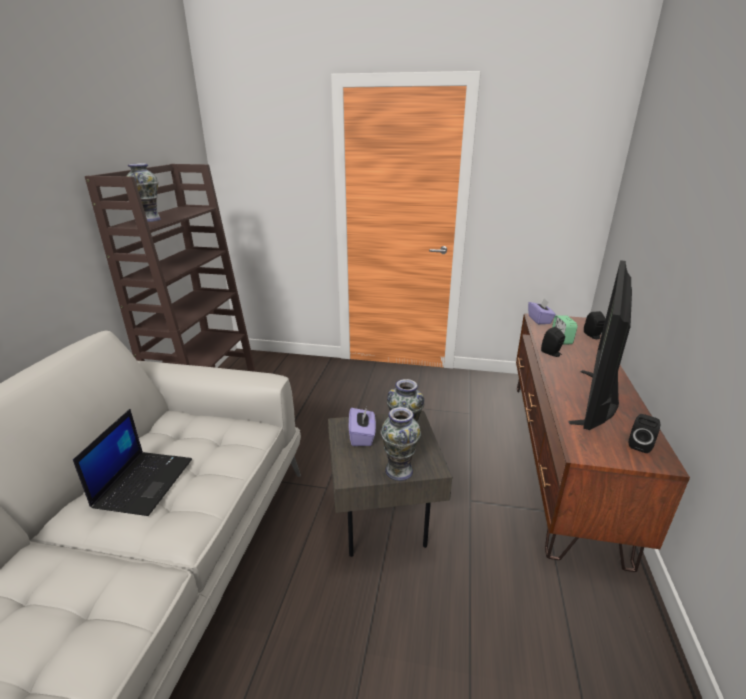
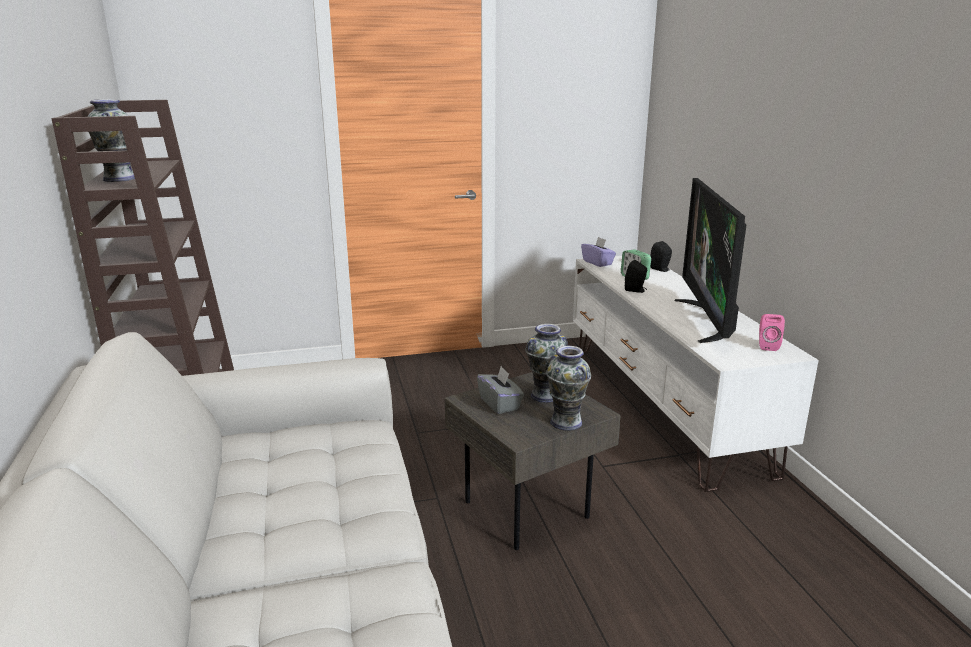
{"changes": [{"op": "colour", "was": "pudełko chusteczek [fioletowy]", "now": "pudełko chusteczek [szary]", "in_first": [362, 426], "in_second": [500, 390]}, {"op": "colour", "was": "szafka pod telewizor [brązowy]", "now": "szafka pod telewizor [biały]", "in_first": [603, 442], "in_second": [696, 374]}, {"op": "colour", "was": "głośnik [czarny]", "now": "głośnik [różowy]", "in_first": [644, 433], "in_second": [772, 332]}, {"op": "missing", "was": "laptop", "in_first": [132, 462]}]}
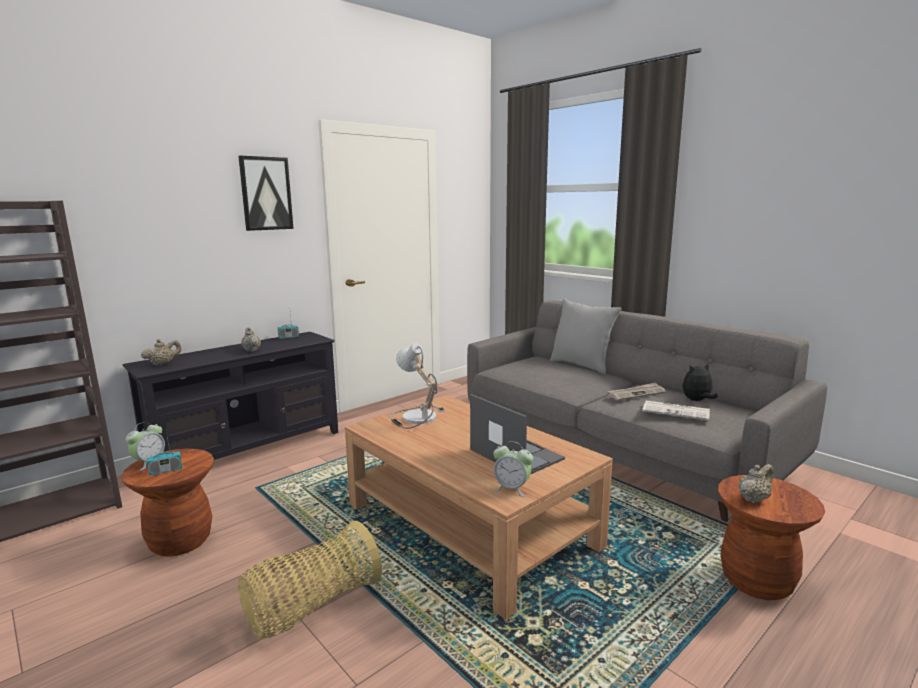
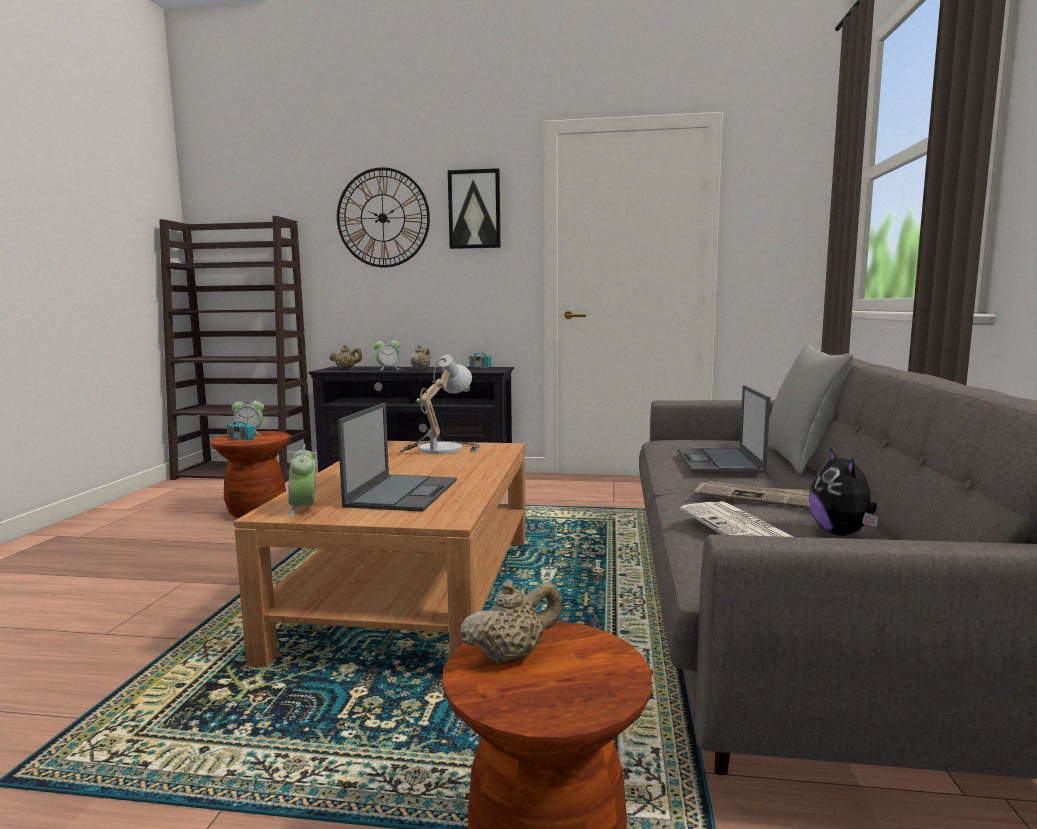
{"changes": [{"op": "appeared", "now": "zegar ścienny", "in_second": [383, 217]}, {"op": "appeared", "now": "budzik", "in_second": [387, 353]}, {"op": "spun", "was": "imbryk [beżowy]", "in_first": [756, 483], "in_second": [511, 622], "clockwise": -45}, {"op": "appeared", "now": "laptop", "in_second": [723, 429]}, {"op": "spun", "was": "pluszak", "in_first": [700, 382], "in_second": [844, 492], "clockwise": -120}, {"op": "missing", "was": "koszyk", "in_first": [310, 580]}]}
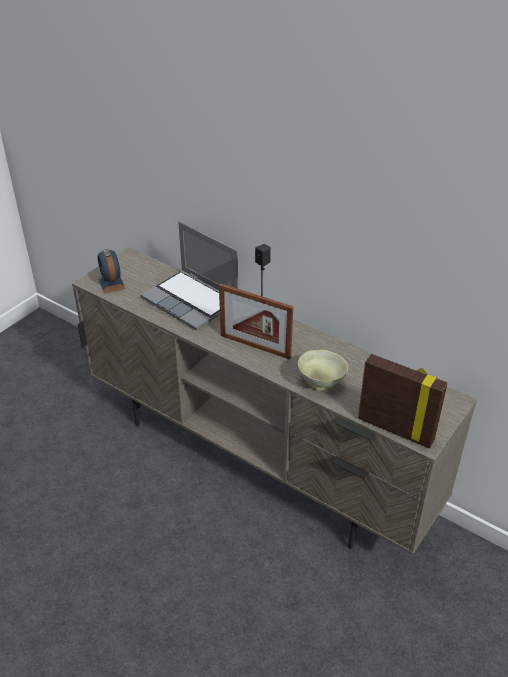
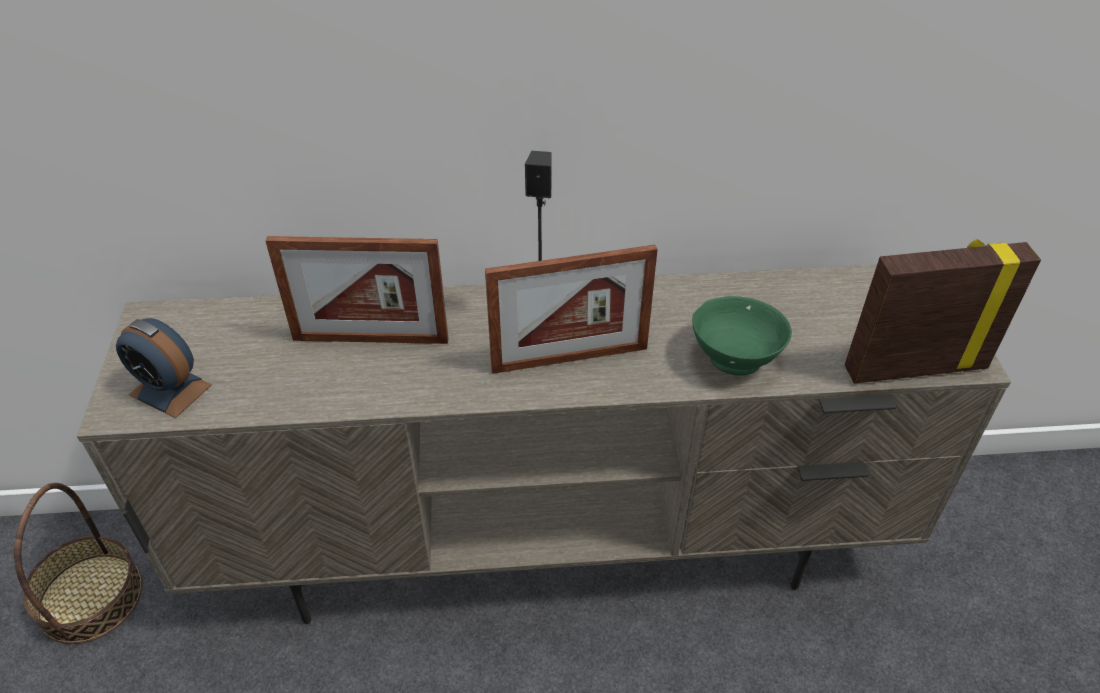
{"changes": [{"op": "appeared", "now": "koszyk", "in_second": [78, 563]}, {"op": "exchanged", "was": "laptop", "now": "ramka na zdjęcie", "in_first": [189, 276], "in_second": [357, 290]}, {"op": "colour", "was": "miska [beżowy]", "now": "miska [zielony]", "in_first": [323, 370], "in_second": [742, 336]}]}
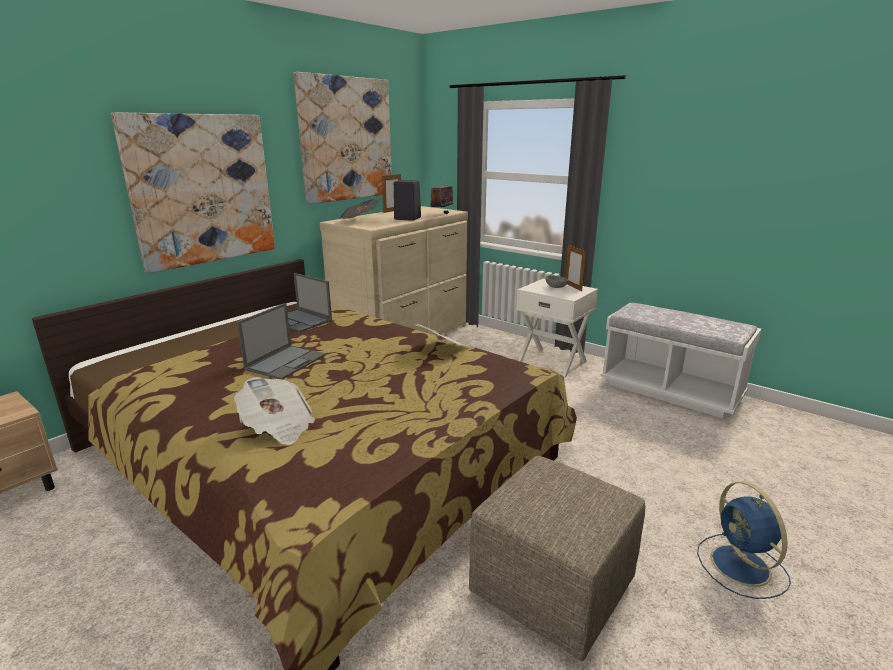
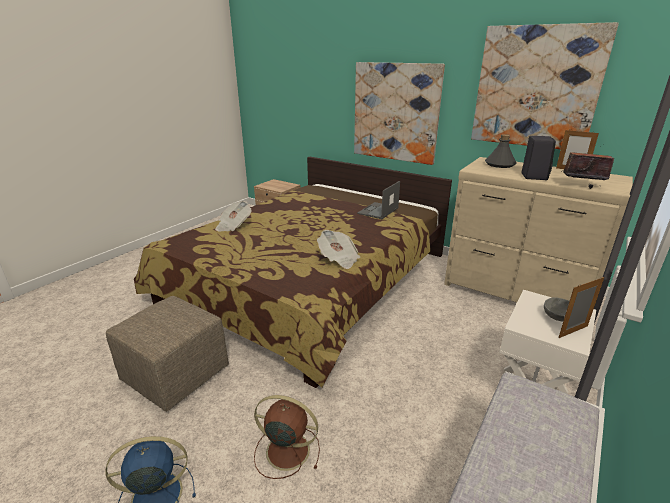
{"changes": [{"op": "appeared", "now": "wentylator [brązowy]", "in_second": [287, 437]}, {"op": "exchanged", "was": "gazeta", "now": "butelka [szary]", "in_first": [359, 209], "in_second": [501, 151]}, {"op": "missing", "was": "laptop", "in_first": [281, 341]}]}
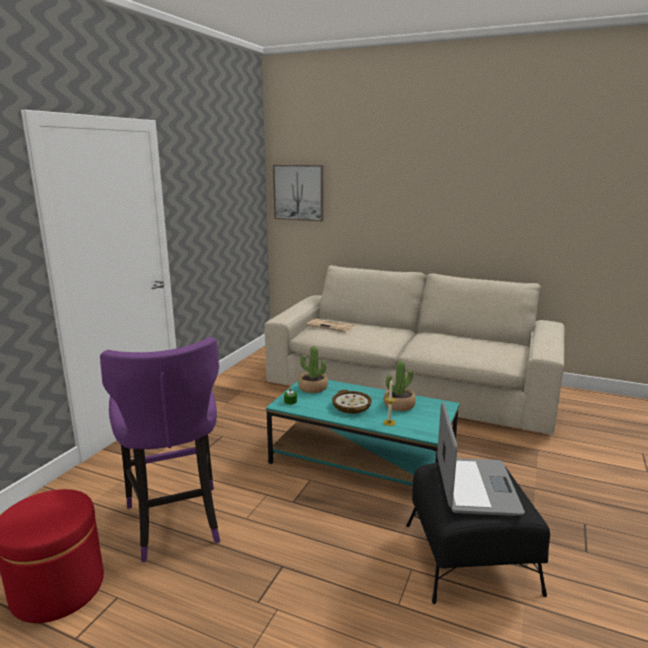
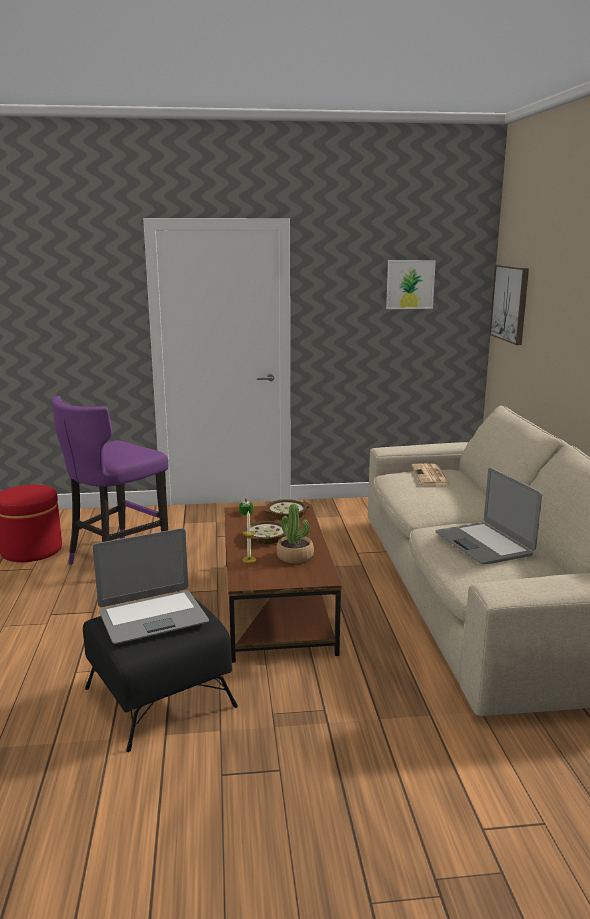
{"changes": [{"op": "colour", "was": "ława [turkusowy]", "now": "ława [brązowy]", "in_first": [363, 433], "in_second": [283, 583]}, {"op": "exchanged", "was": "roślina doniczkowa", "now": "miska", "in_first": [313, 369], "in_second": [286, 509]}, {"op": "appeared", "now": "obraz", "in_second": [411, 284]}, {"op": "appeared", "now": "laptop", "in_second": [488, 516]}]}
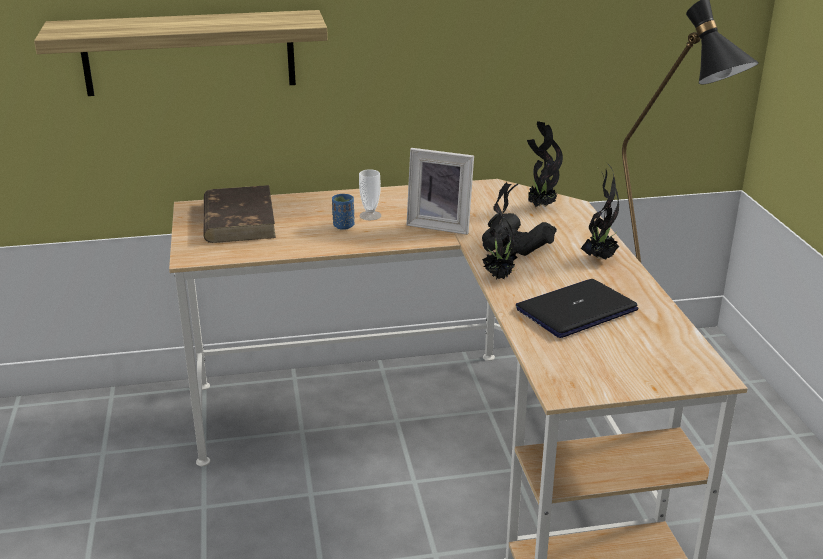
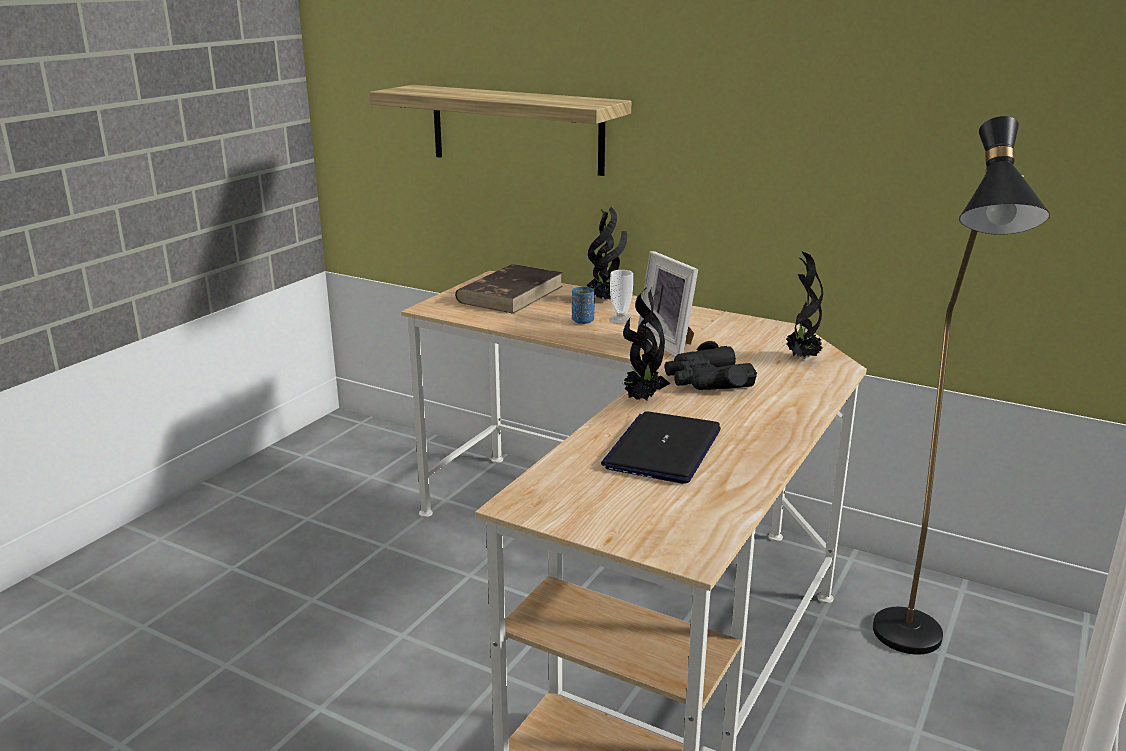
{"changes": [{"op": "relocated", "was": "roślina doniczkowa", "in_first": [600, 210], "in_second": [607, 254]}, {"op": "spun", "was": "laptop", "in_first": [577, 308], "in_second": [661, 447], "clockwise": -75}]}
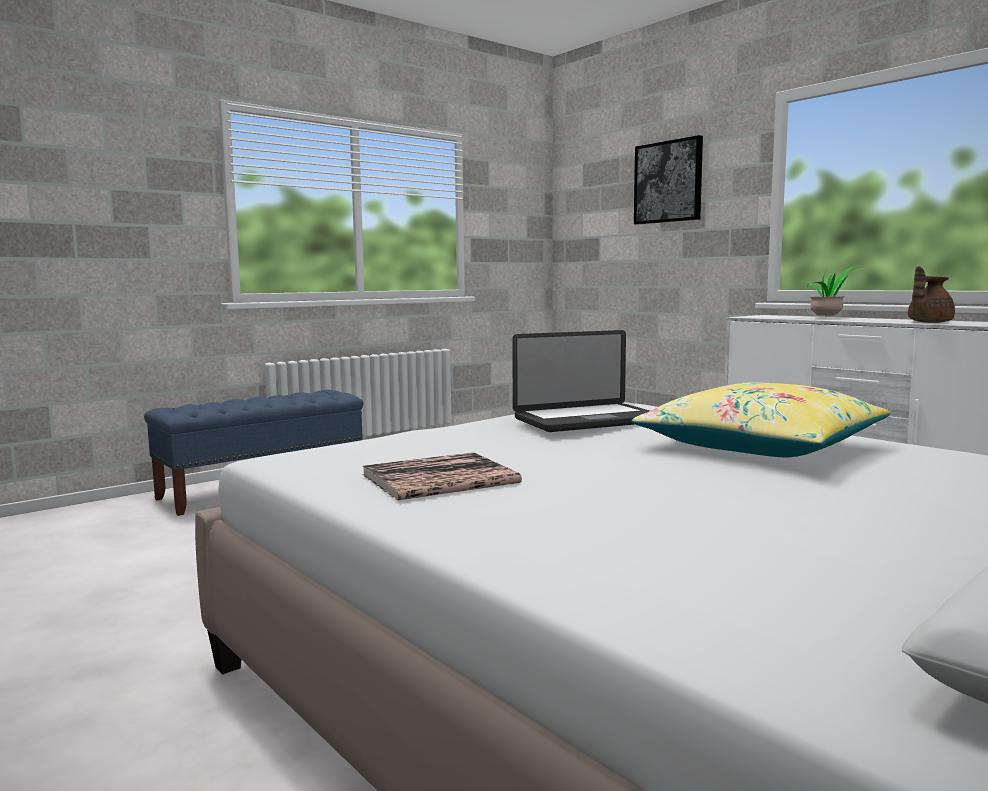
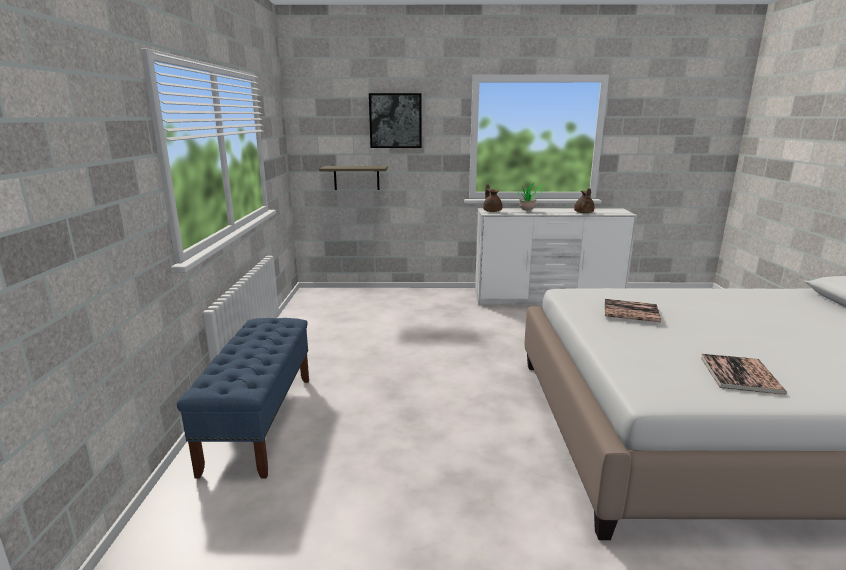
{"changes": [{"op": "appeared", "now": "półka", "in_second": [353, 178]}, {"op": "appeared", "now": "imbryk [brązowy]", "in_second": [492, 198]}, {"op": "exchanged", "was": "laptop", "now": "książka", "in_first": [581, 381], "in_second": [632, 310]}, {"op": "missing", "was": "poduszka [żółty]", "in_first": [761, 419]}]}
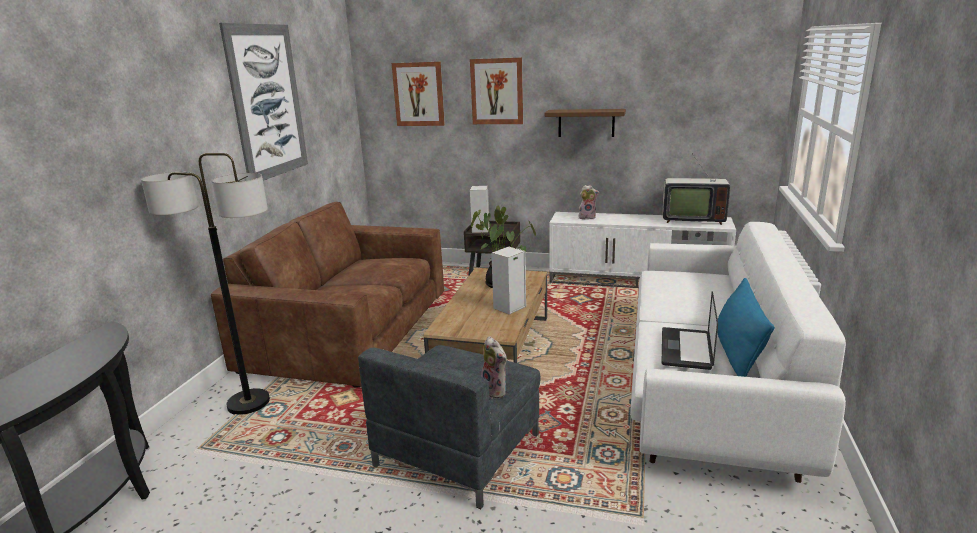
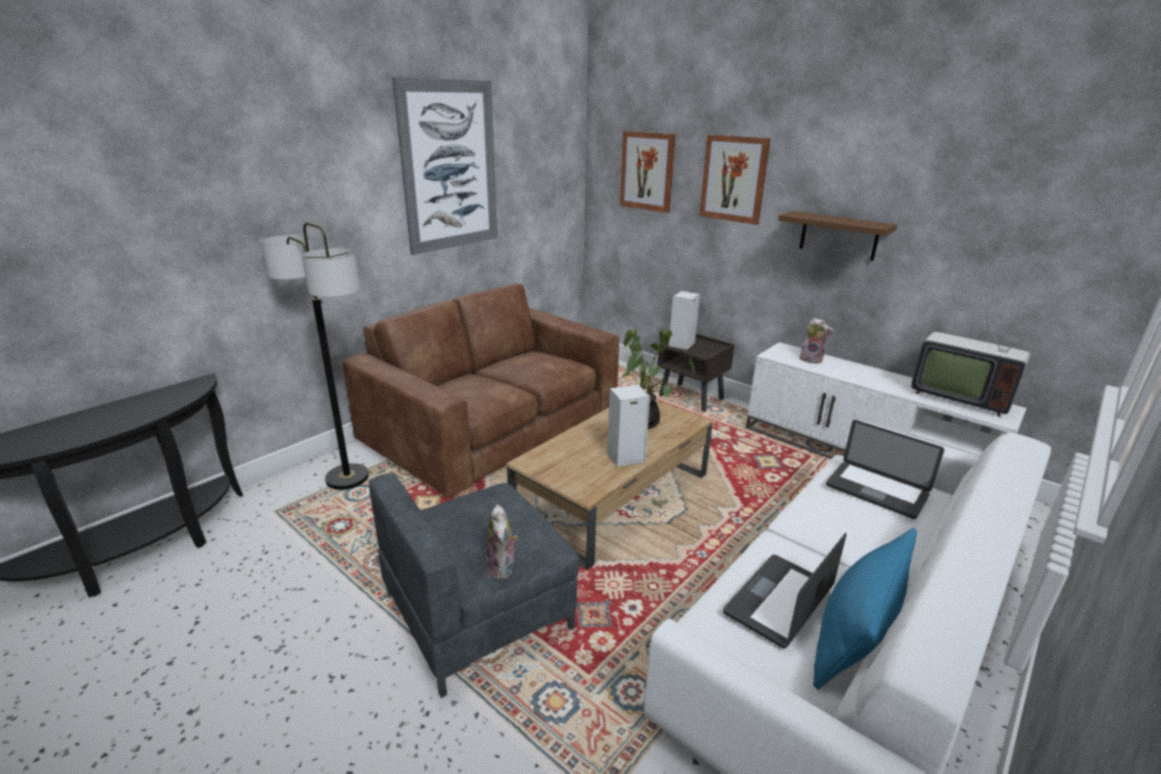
{"changes": [{"op": "appeared", "now": "laptop", "in_second": [885, 469]}]}
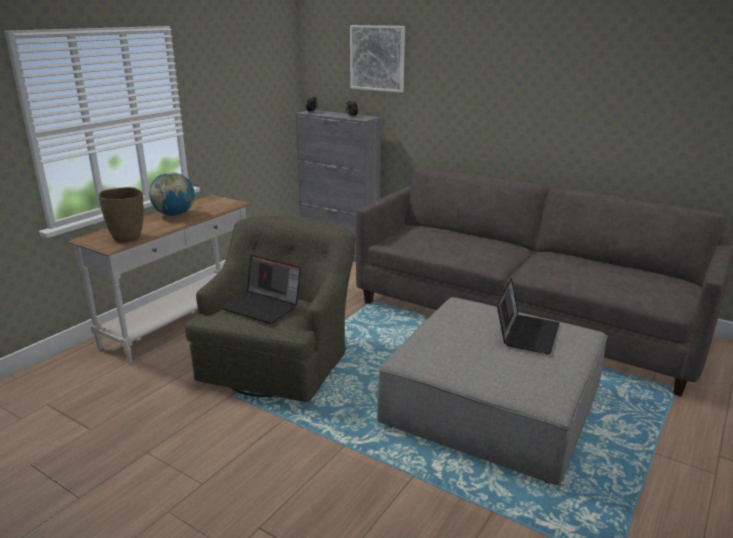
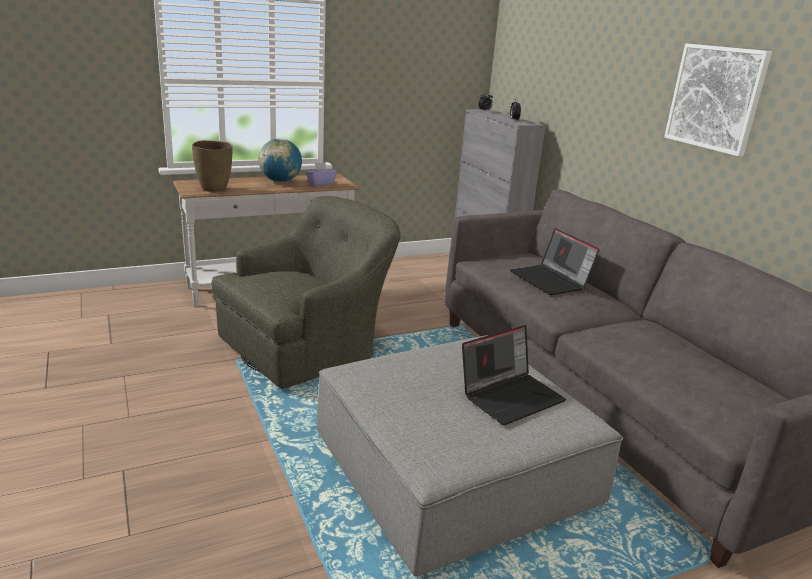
{"changes": [{"op": "appeared", "now": "pudełko chusteczek [fioletowy]", "in_second": [321, 174]}, {"op": "relocated", "was": "laptop", "in_first": [261, 289], "in_second": [555, 261]}, {"op": "relocated", "was": "obraz", "in_first": [377, 59], "in_second": [718, 100]}]}
